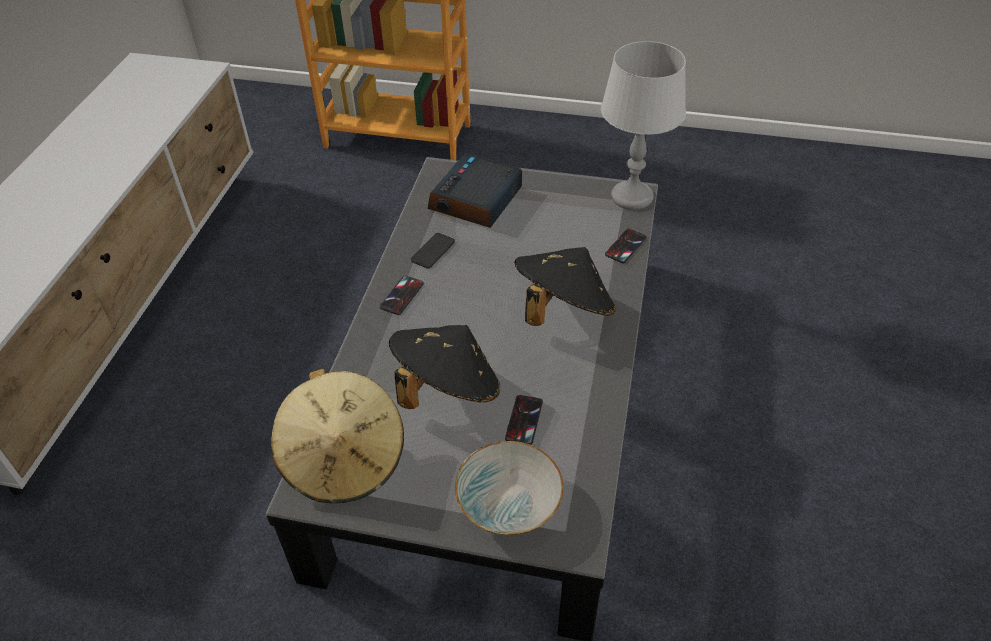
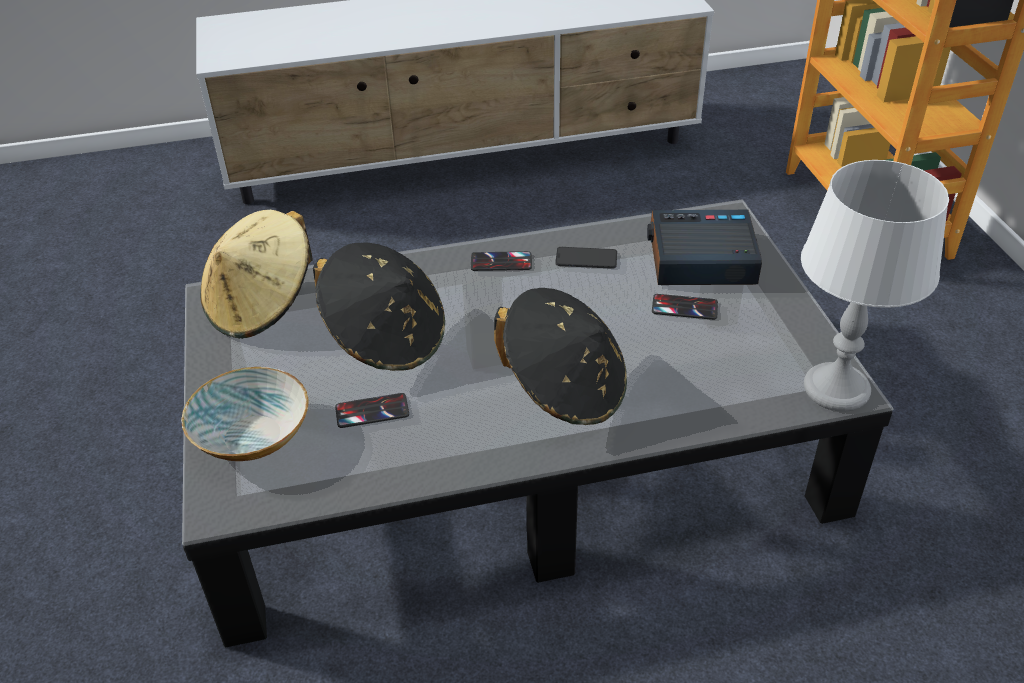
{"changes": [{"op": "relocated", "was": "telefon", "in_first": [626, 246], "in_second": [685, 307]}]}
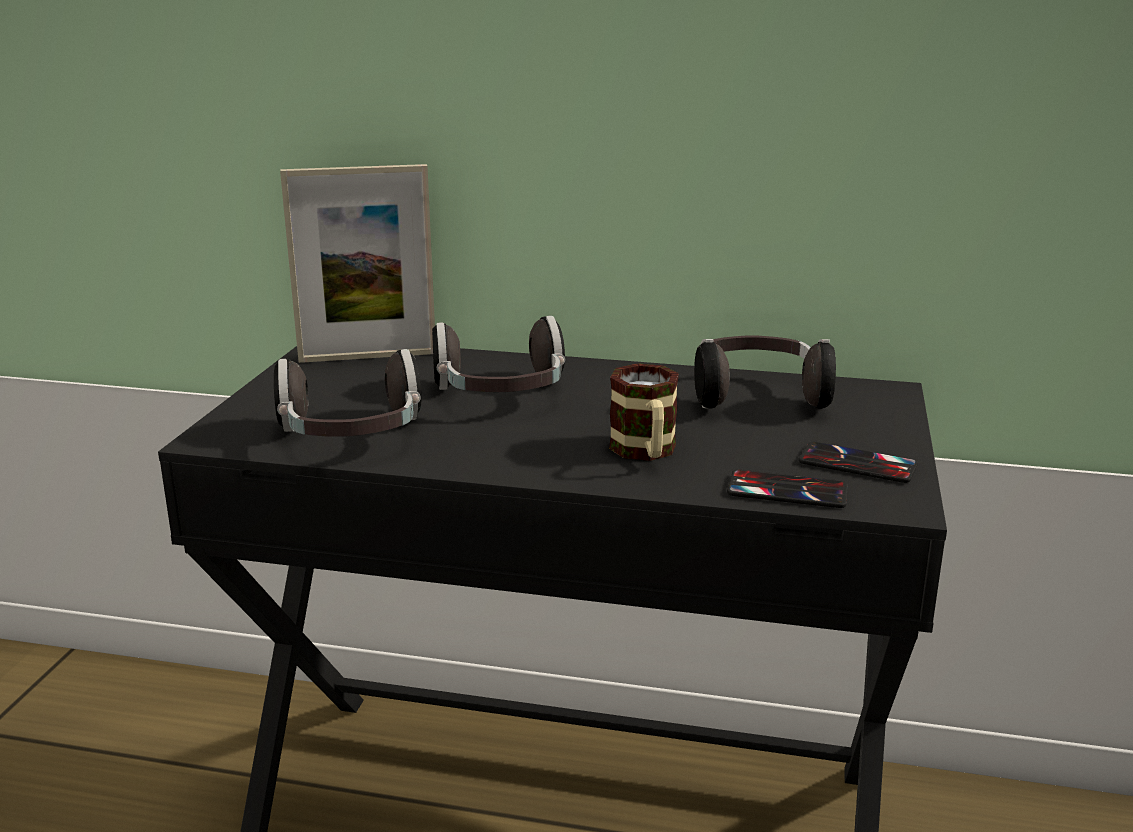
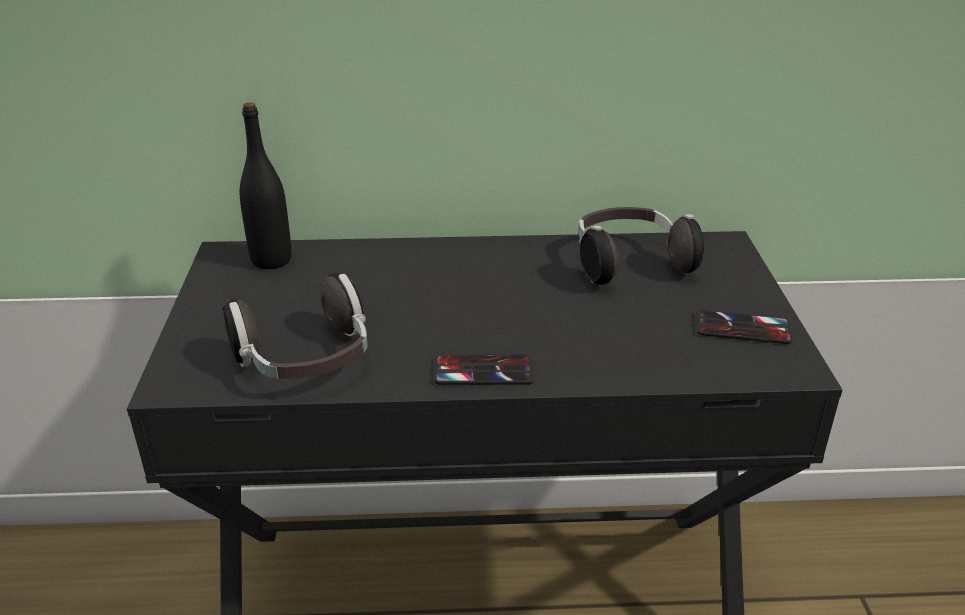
{"changes": [{"op": "exchanged", "was": "ramka na zdjęcie", "now": "butelka [czarny]", "in_first": [357, 263], "in_second": [265, 185]}, {"op": "relocated", "was": "telefon", "in_first": [787, 489], "in_second": [484, 369]}, {"op": "missing", "was": "słuchawki", "in_first": [498, 354]}, {"op": "missing", "was": "kubek", "in_first": [644, 412]}]}
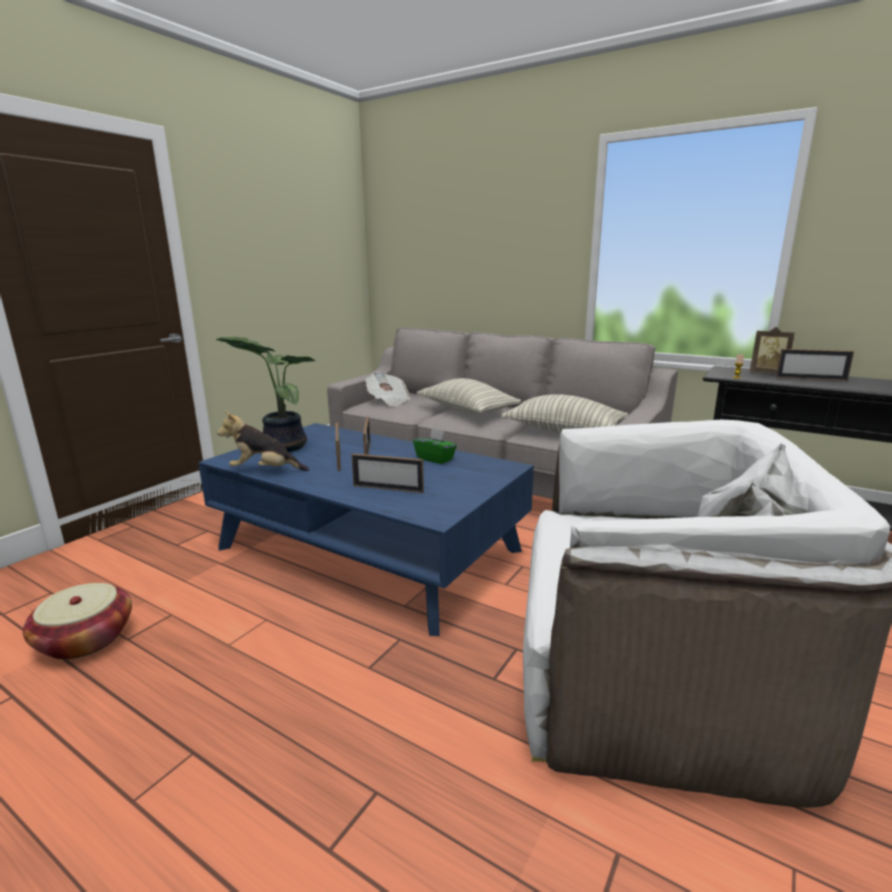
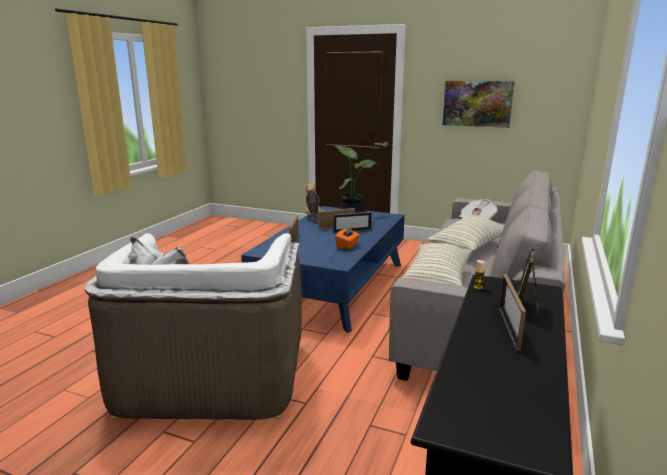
{"changes": [{"op": "colour", "was": "pudełko chusteczek [zielony]", "now": "pudełko chusteczek [pomarańczowy]", "in_first": [435, 446], "in_second": [347, 238]}, {"op": "appeared", "now": "obraz", "in_second": [478, 104]}, {"op": "missing", "was": "koszyk", "in_first": [77, 621]}]}
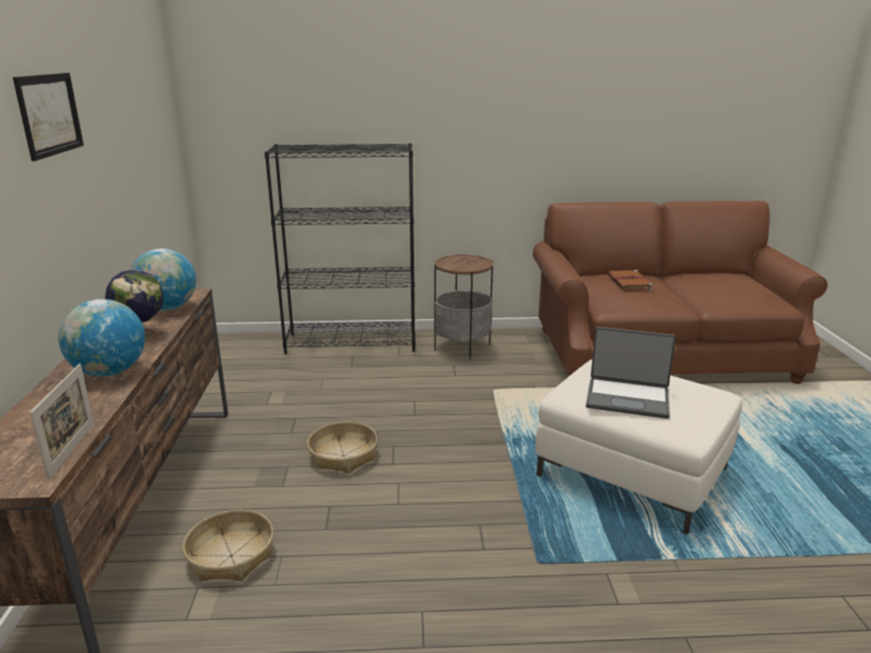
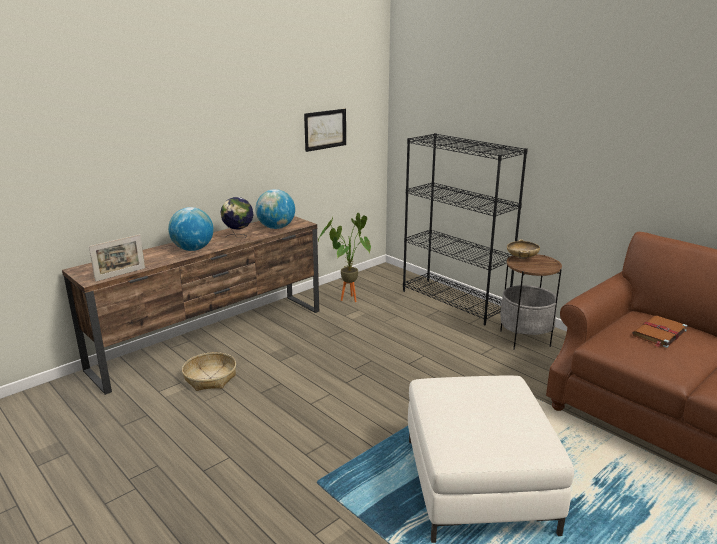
{"changes": [{"op": "relocated", "was": "obraz", "in_first": [48, 117], "in_second": [325, 130]}, {"op": "appeared", "now": "roślina doniczkowa", "in_second": [344, 257]}, {"op": "appeared", "now": "miska [beżowy]", "in_second": [523, 249]}, {"op": "missing", "was": "koszyk", "in_first": [342, 447]}, {"op": "missing", "was": "laptop", "in_first": [631, 373]}]}
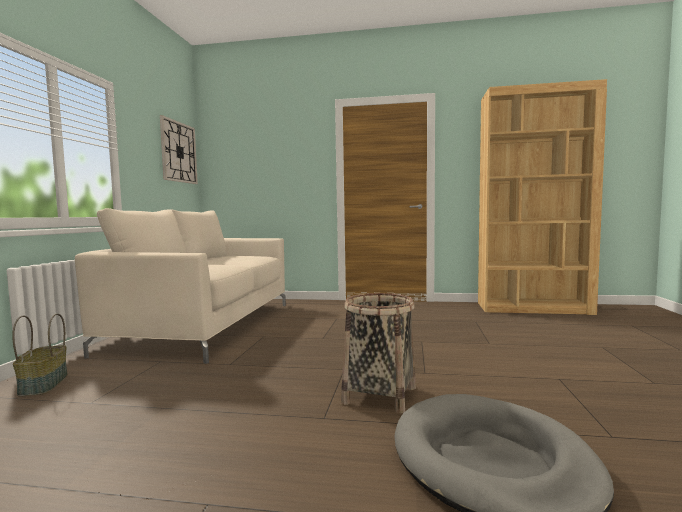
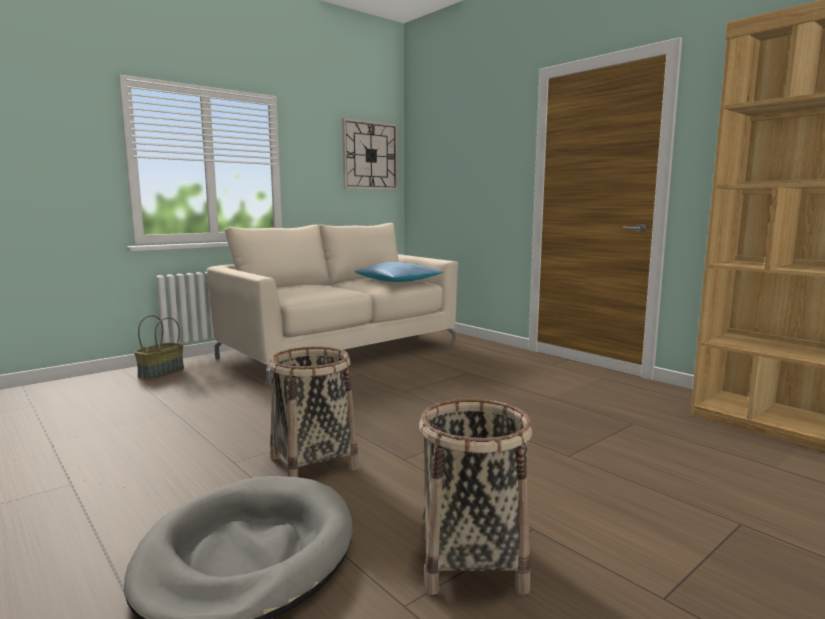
{"changes": [{"op": "appeared", "now": "poduszka", "in_second": [399, 272]}, {"op": "appeared", "now": "koszyk", "in_second": [476, 496]}]}
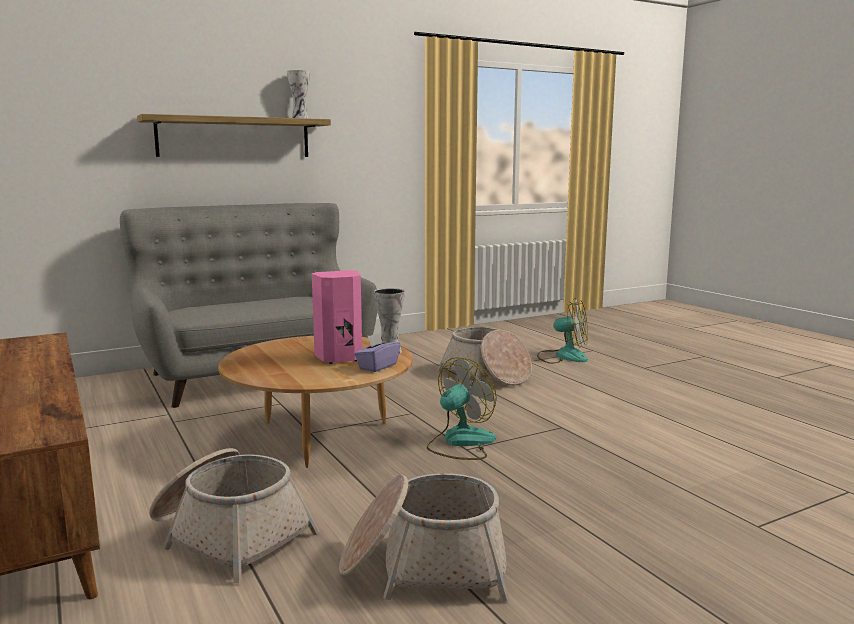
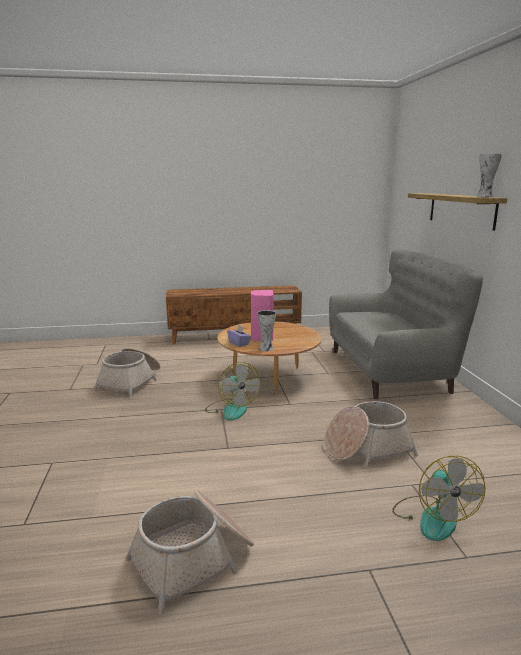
{"changes": [{"op": "relocated", "was": "koszyk", "in_first": [234, 515], "in_second": [190, 552]}, {"op": "spun", "was": "wentylator", "in_first": [562, 331], "in_second": [438, 498], "clockwise": -45}]}
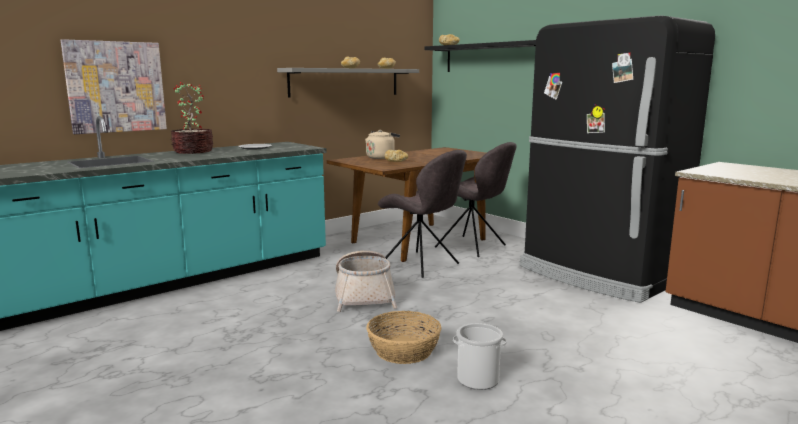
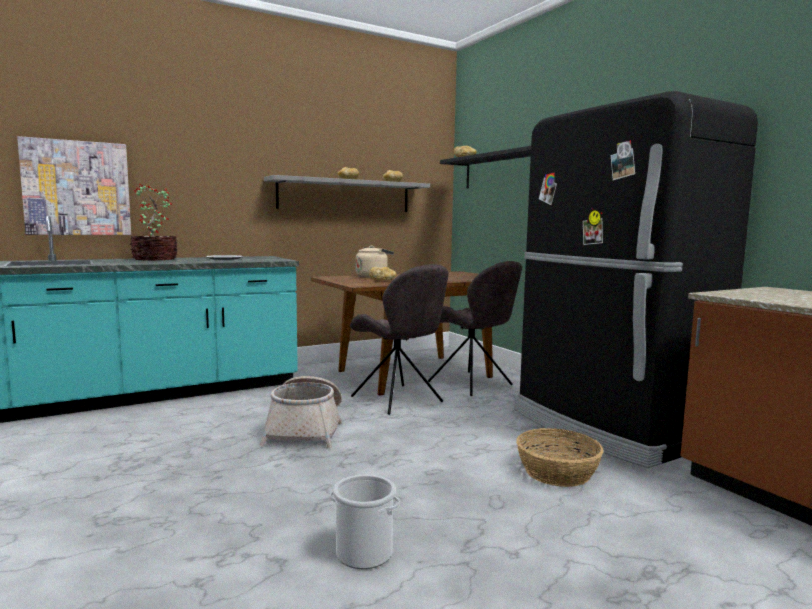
{"changes": [{"op": "relocated", "was": "koszyk", "in_first": [404, 337], "in_second": [559, 457]}]}
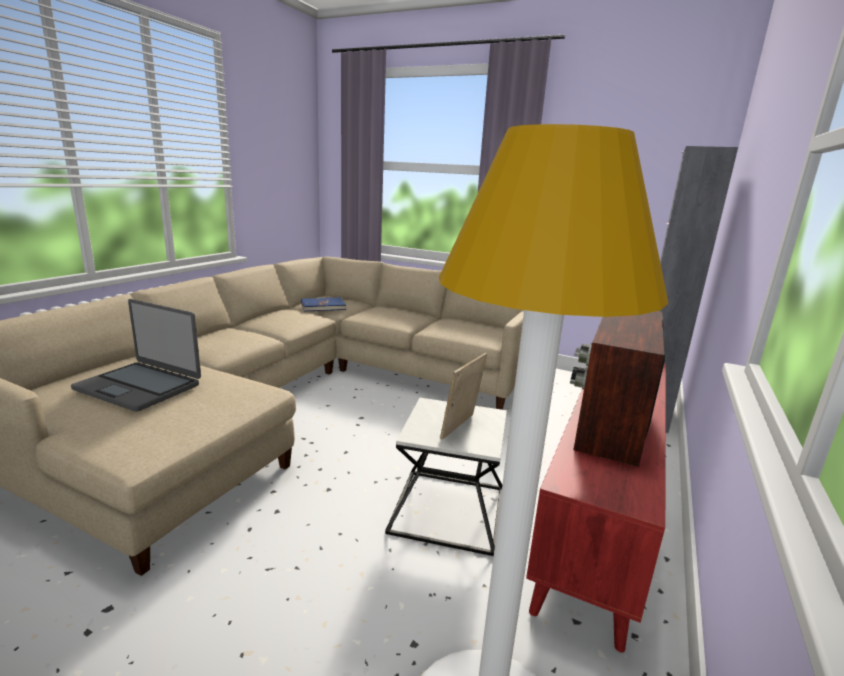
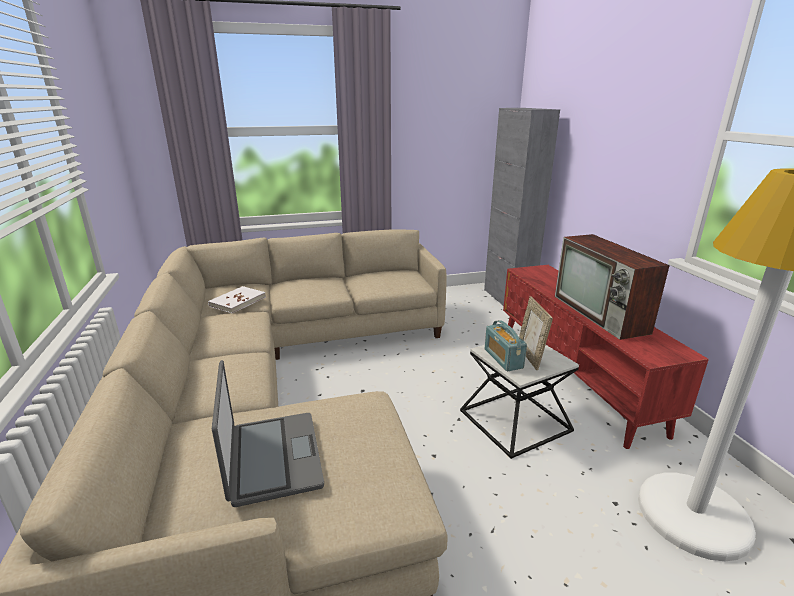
{"changes": [{"op": "colour", "was": "książka [niebieski]", "now": "książka [biały]", "in_first": [323, 304], "in_second": [237, 299]}, {"op": "spun", "was": "laptop", "in_first": [136, 355], "in_second": [268, 433], "clockwise": -90}, {"op": "appeared", "now": "radio", "in_second": [506, 345]}]}
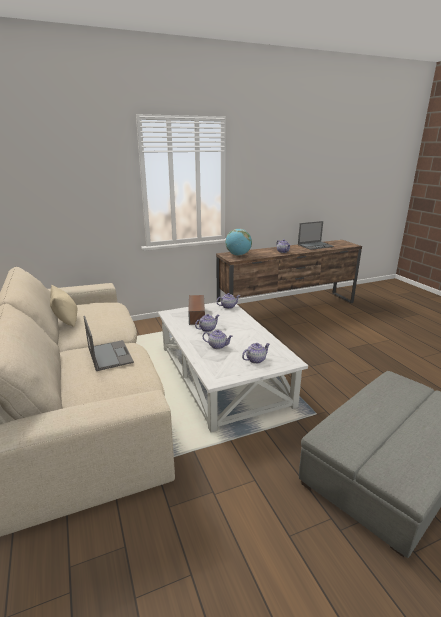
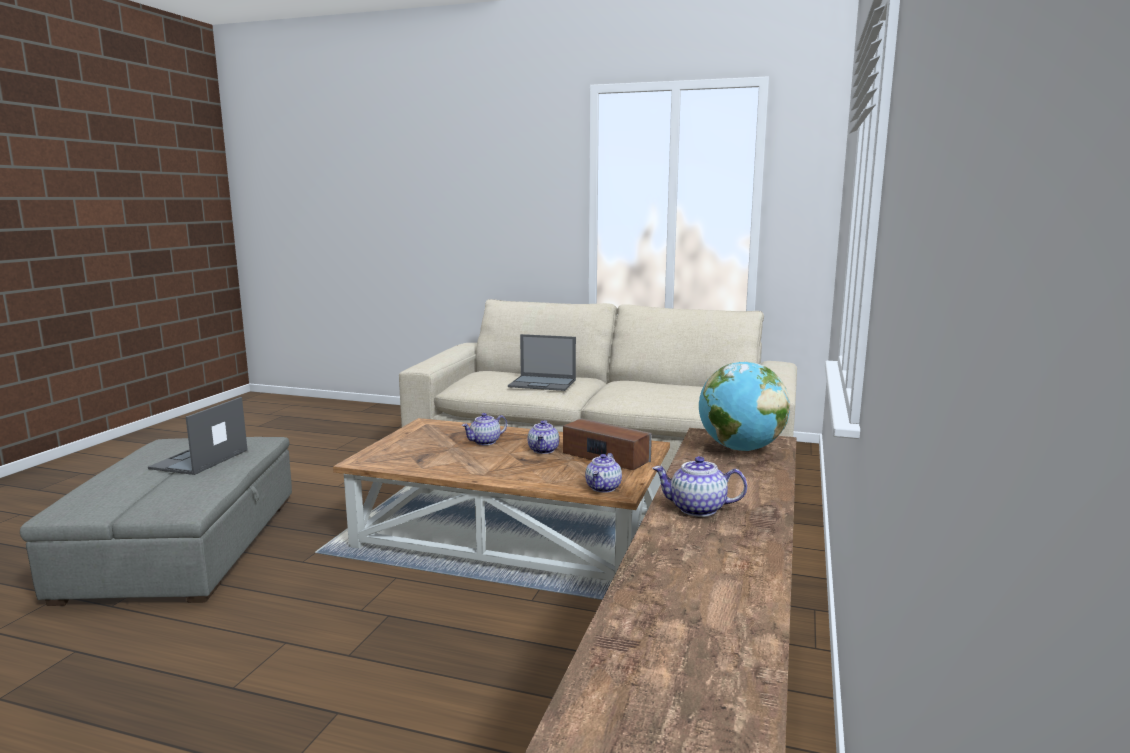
{"changes": [{"op": "relocated", "was": "laptop", "in_first": [316, 235], "in_second": [198, 436]}, {"op": "colour", "was": "ława [biały]", "now": "ława [brązowy]", "in_first": [233, 367], "in_second": [501, 499]}, {"op": "missing", "was": "poduszka [beżowy]", "in_first": [63, 306]}, {"op": "missing", "was": "imbryk", "in_first": [256, 353]}]}
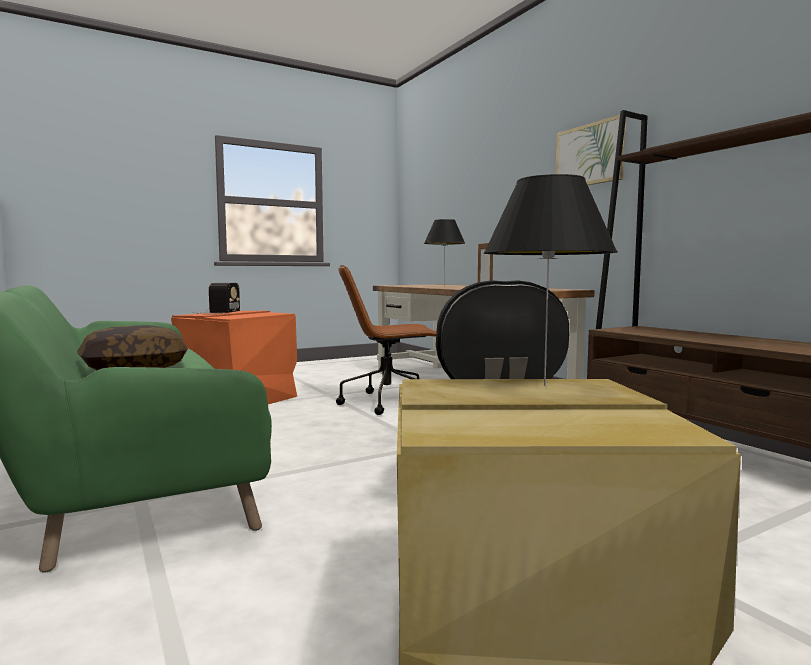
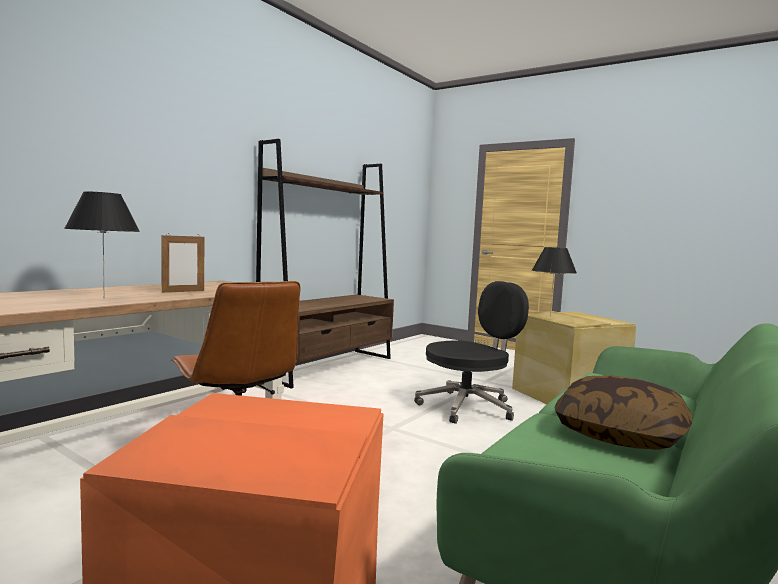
{"changes": [{"op": "missing", "was": "radio", "in_first": [220, 298]}, {"op": "missing", "was": "obraz", "in_first": [591, 150]}]}
